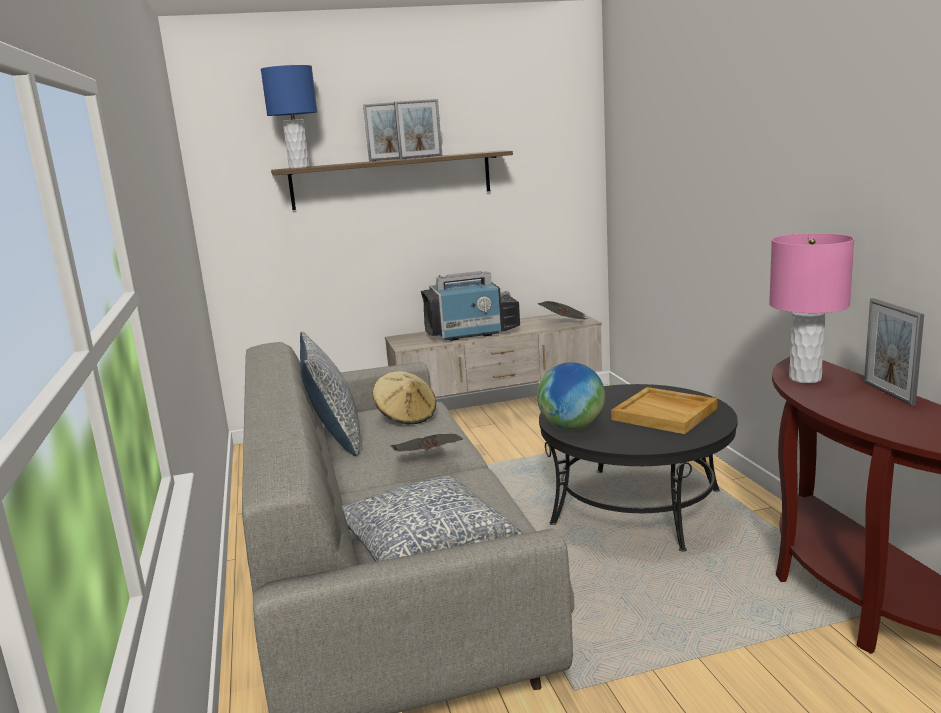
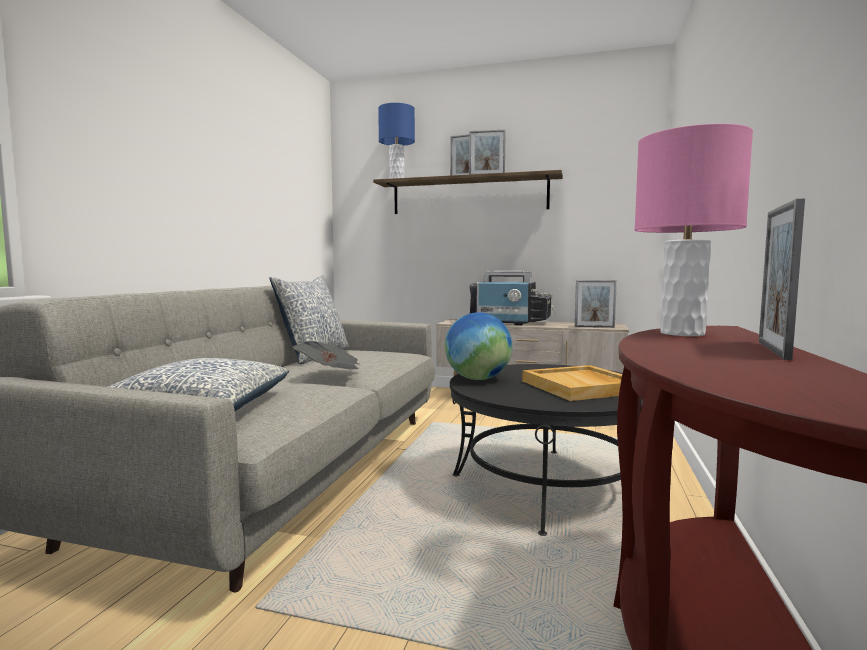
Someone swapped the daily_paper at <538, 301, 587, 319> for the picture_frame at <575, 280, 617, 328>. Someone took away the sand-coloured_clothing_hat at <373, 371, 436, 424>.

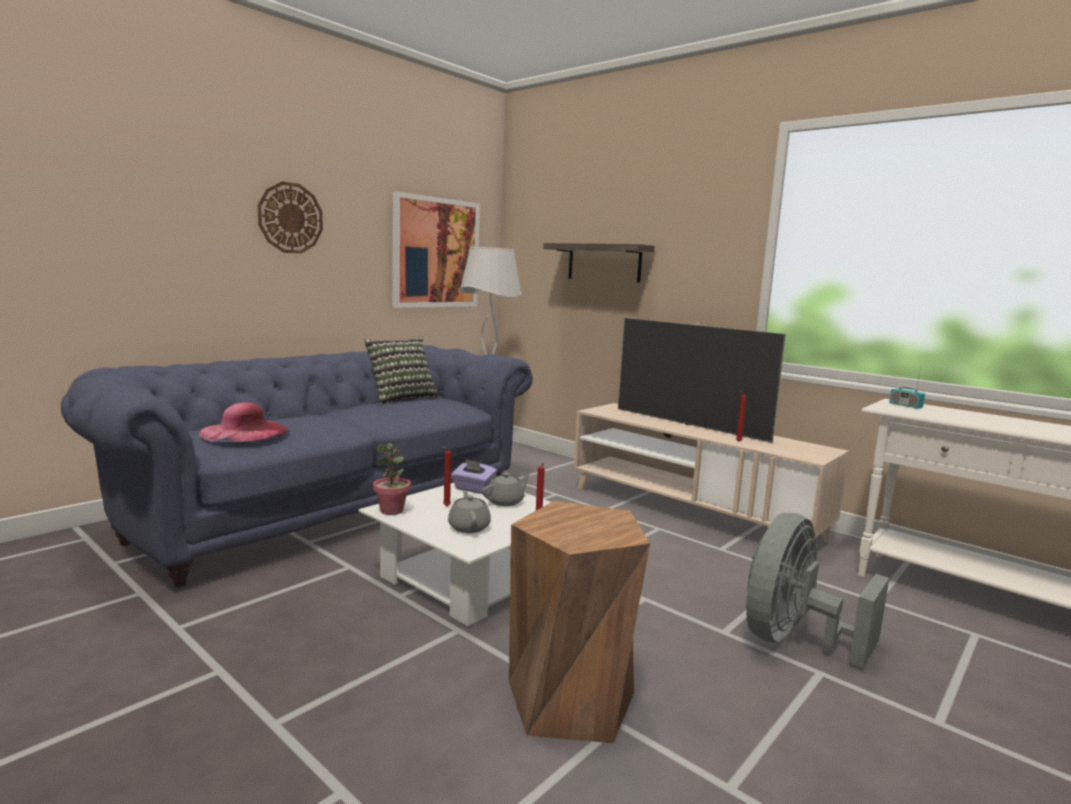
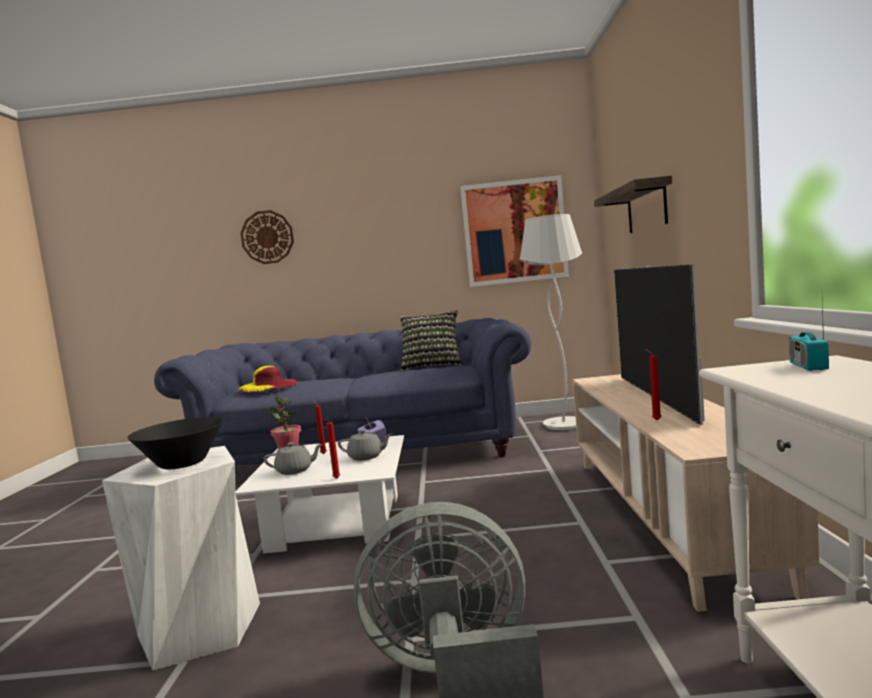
Someone carried the clock_on_the_wall from <258, 181, 323, 254> to <240, 210, 294, 264>. Someone repainted the pink_clothing_hat at <199, 402, 289, 443>, which became the yellow-coloured_clothing_hat at <238, 366, 298, 393>. Someone rotated the greyish_teapot at <448, 491, 491, 533> by 45 degrees clockwise. Someone repainted the brownish_sitting_stool at <509, 501, 650, 743>, which became the white_sitting_stool at <102, 446, 260, 670>. Someone put down the blackish_deep_dish at <127, 417, 224, 469>.

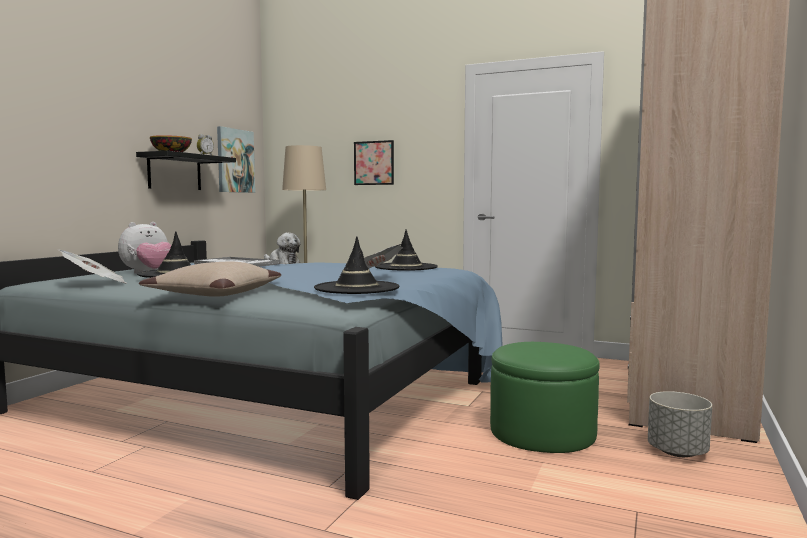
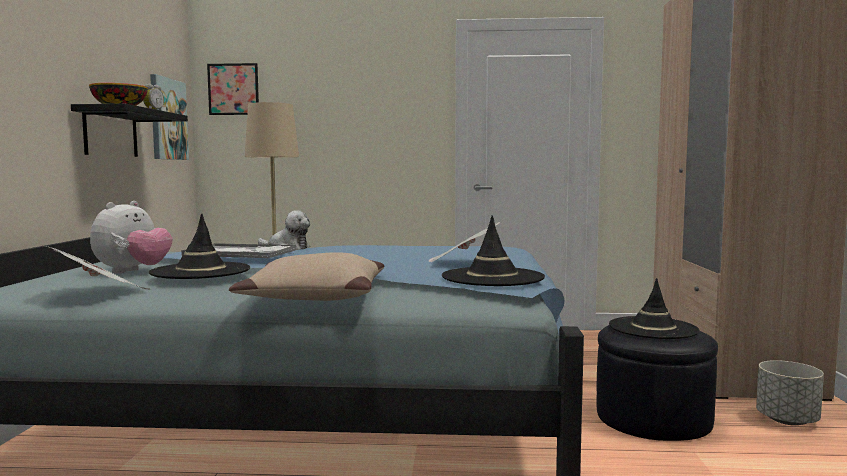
Someone carried the wall_art from <354, 140, 394, 185> to <207, 63, 259, 115>. Someone carried the blackish_clothing_hat from <375, 229, 438, 271> to <609, 278, 699, 339>. Someone repainted the green-coloured_pouffe at <490, 342, 600, 453>, which became the blackish_pouffe at <596, 325, 718, 441>.

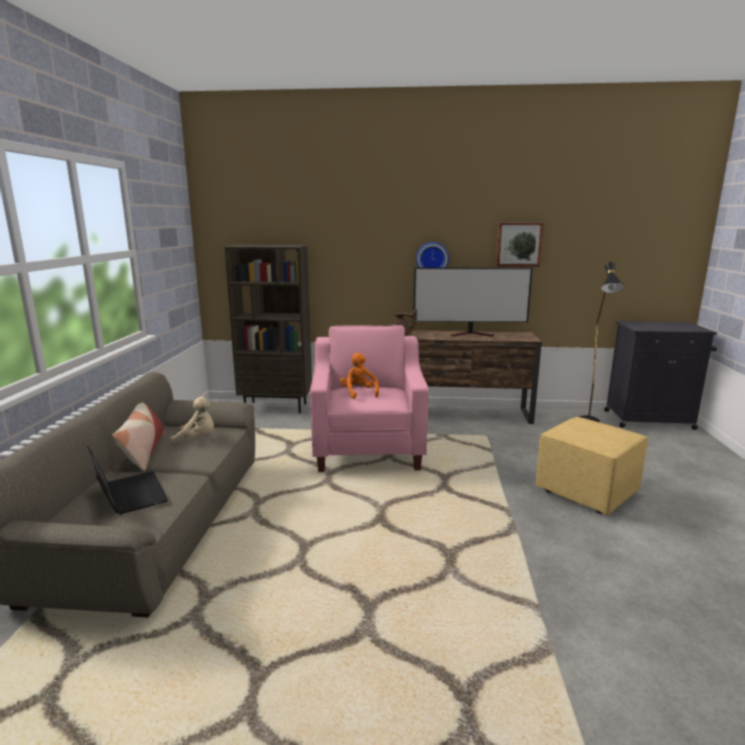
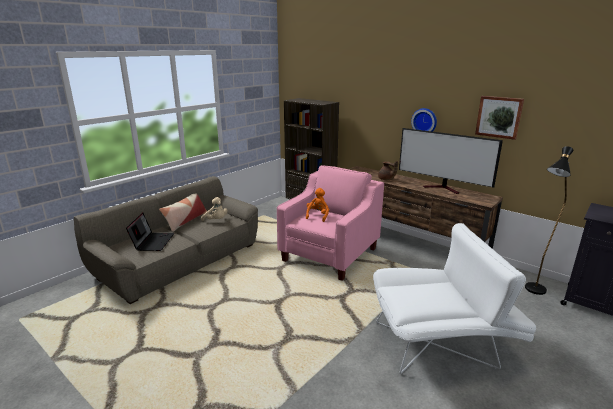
Someone swapped the yellow-coloured_pouffe at <536, 417, 648, 515> for the white_armchair at <373, 223, 536, 374>.

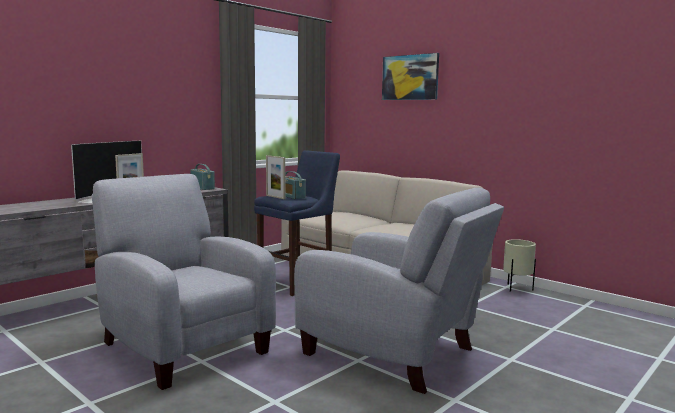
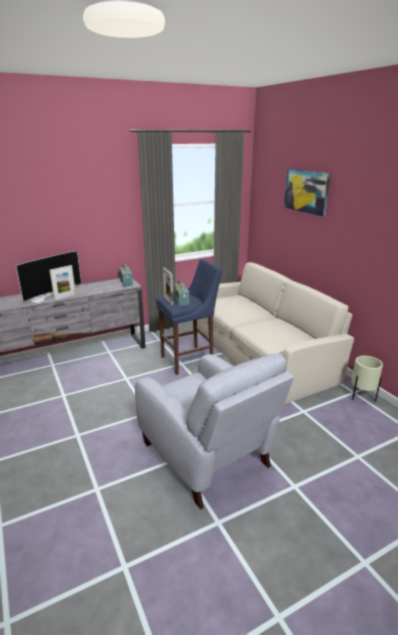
Someone took away the greyish_armchair at <92, 174, 276, 390>.

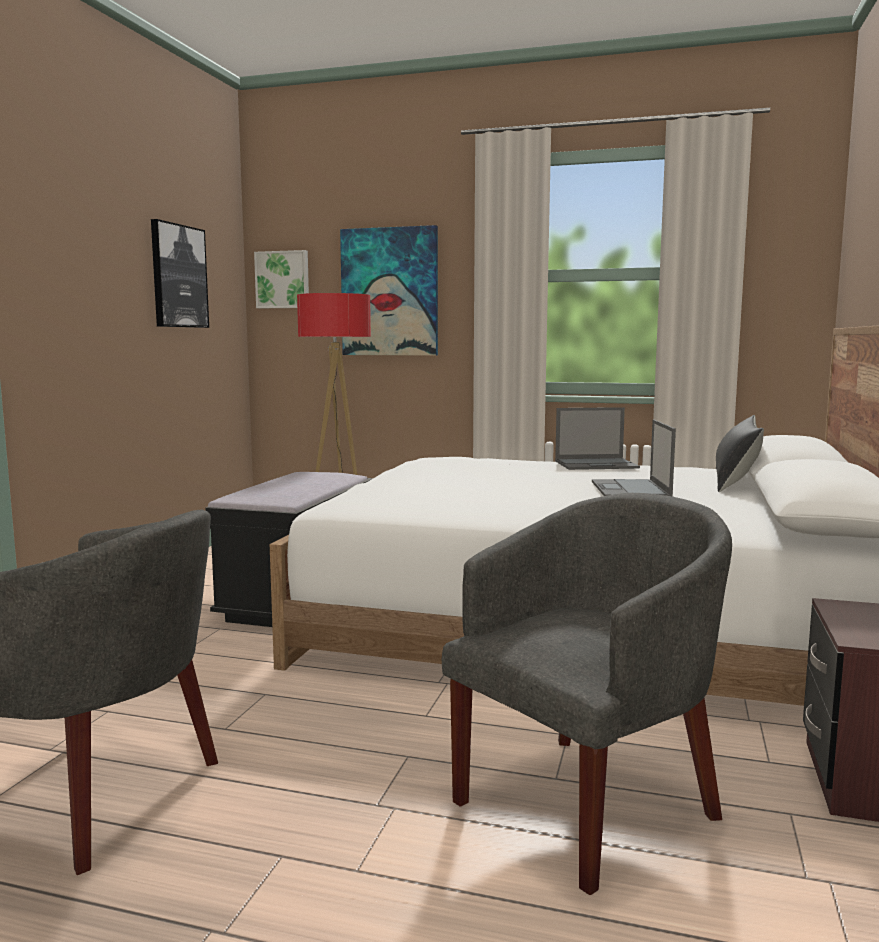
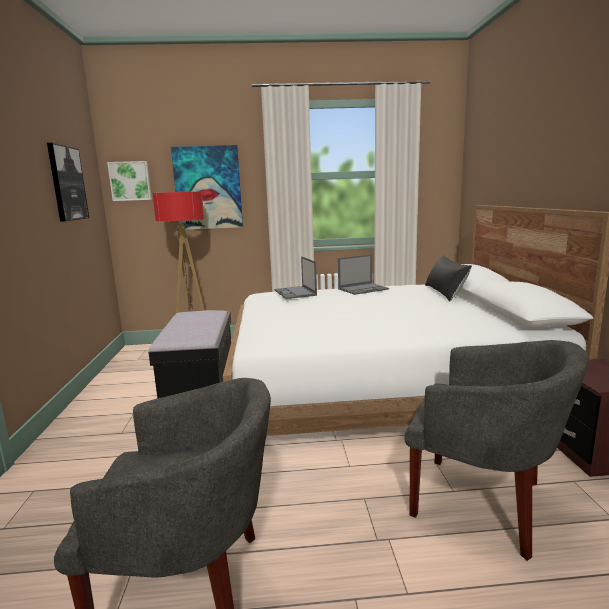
Someone carried the notebook_computer from <592, 420, 676, 496> to <274, 256, 317, 299>. Someone rotated the greyish_armchair at <442, 493, 732, 895> by 90 degrees clockwise.

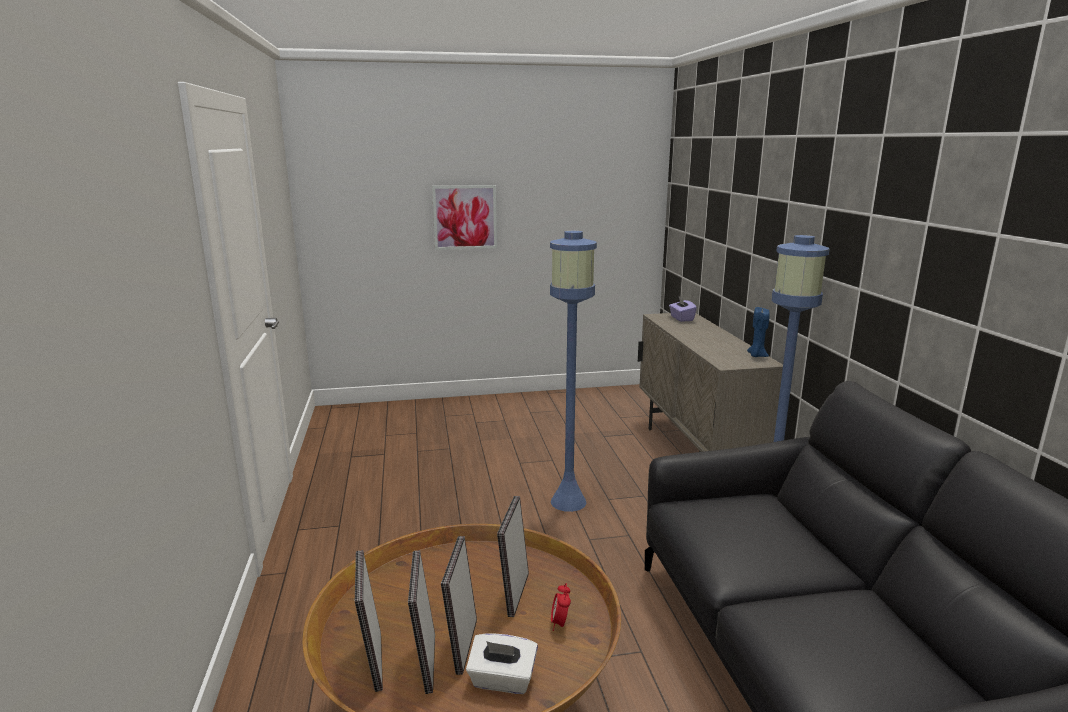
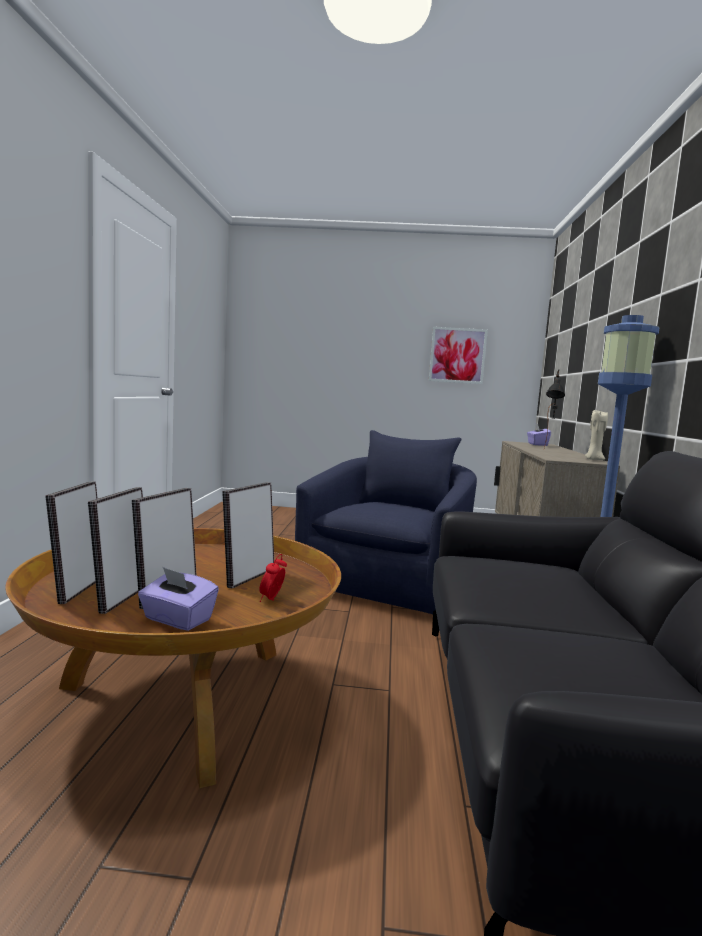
Someone carried the wall_art from <432, 185, 497, 250> to <429, 327, 488, 384>. Someone swapped the bluish_standard_lamp at <550, 231, 597, 512> for the bluish_armchair at <295, 430, 477, 614>. Someone repainted the bluish_candle at <747, 307, 770, 357>, which became the sand-coloured_candle at <585, 410, 608, 460>. Someone repainted the white_box_of_tissues at <466, 633, 538, 694>, which became the purple_box_of_tissues at <138, 567, 219, 631>. Someone put down the blackish_table_lamp at <544, 369, 565, 448>.

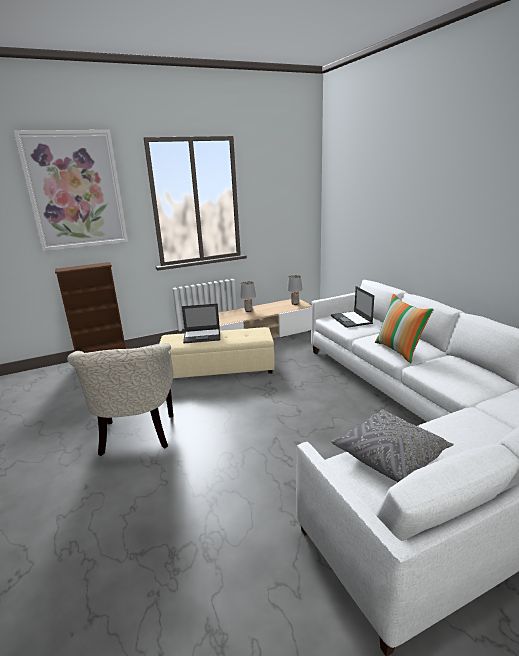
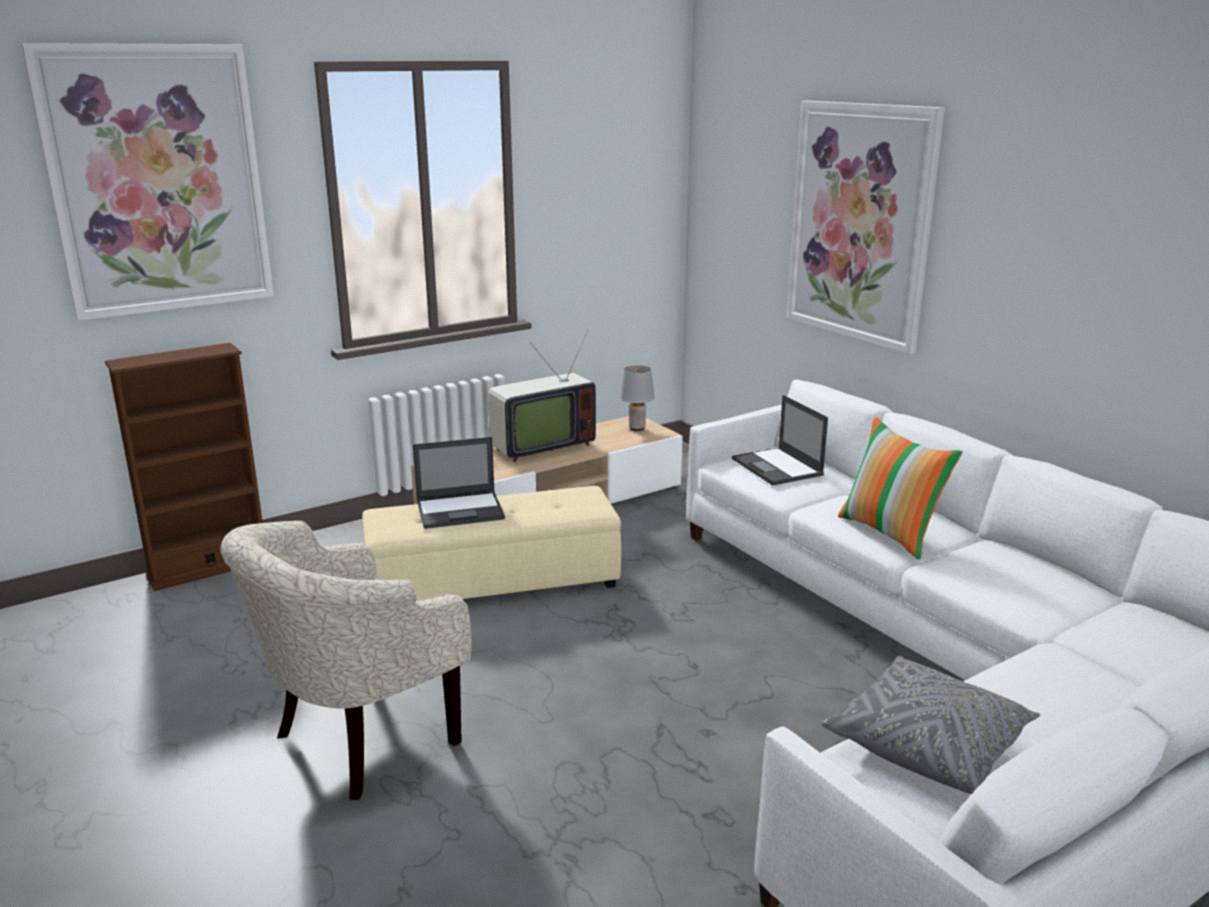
Someone swapped the greyish_table_lamp at <240, 281, 256, 312> for the TV_set at <488, 329, 596, 462>. Someone rotated the sand-coloured_armchair at <67, 343, 173, 456> by 60 degrees clockwise. Someone put up the wall_art at <787, 101, 945, 354>.

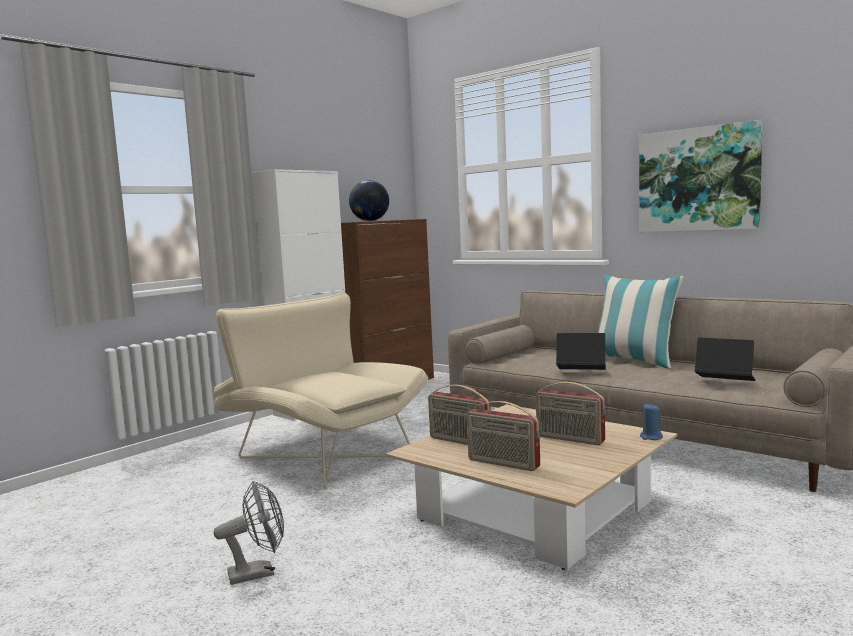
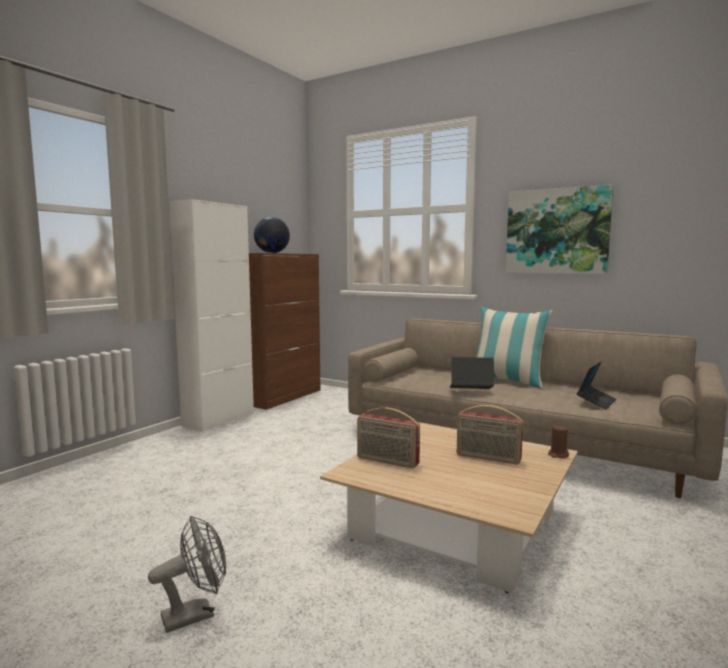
Someone took away the sand-coloured_armchair at <214, 293, 428, 489>. Someone rotated the notebook_computer at <695, 337, 756, 381> by 105 degrees clockwise. Someone took away the radio_receiver at <467, 401, 540, 471>. Someone repainted the bluish_candle at <640, 403, 663, 440>, which became the brownish_candle at <548, 425, 569, 458>.

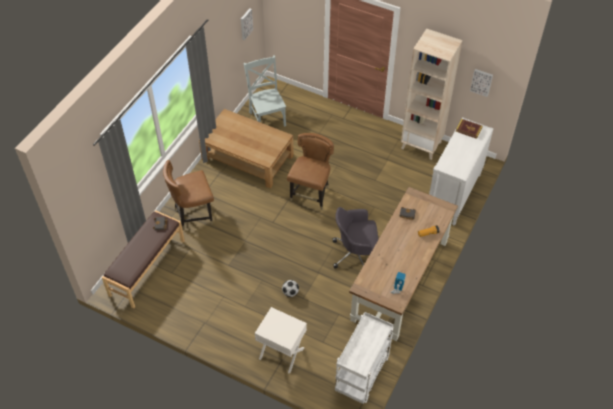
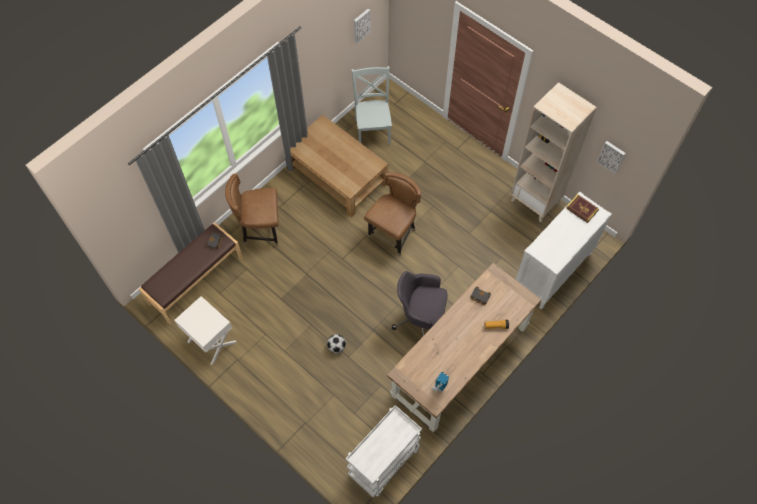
Someone carried the white_bedside_table from <255, 307, 307, 374> to <174, 296, 237, 365>.

